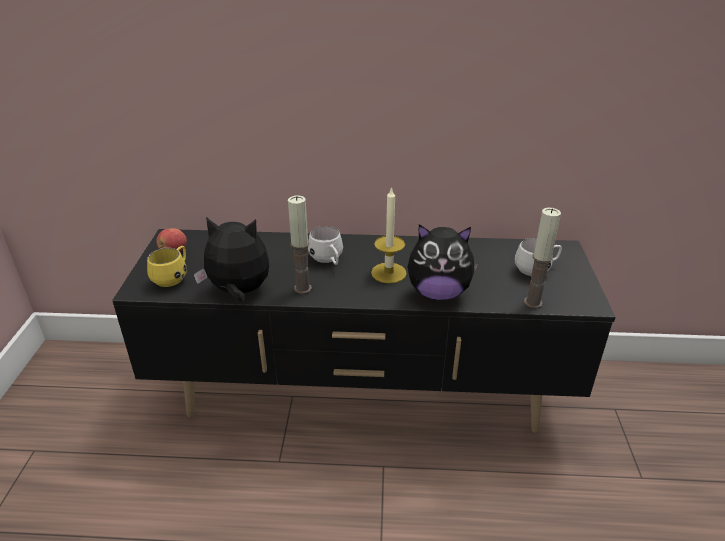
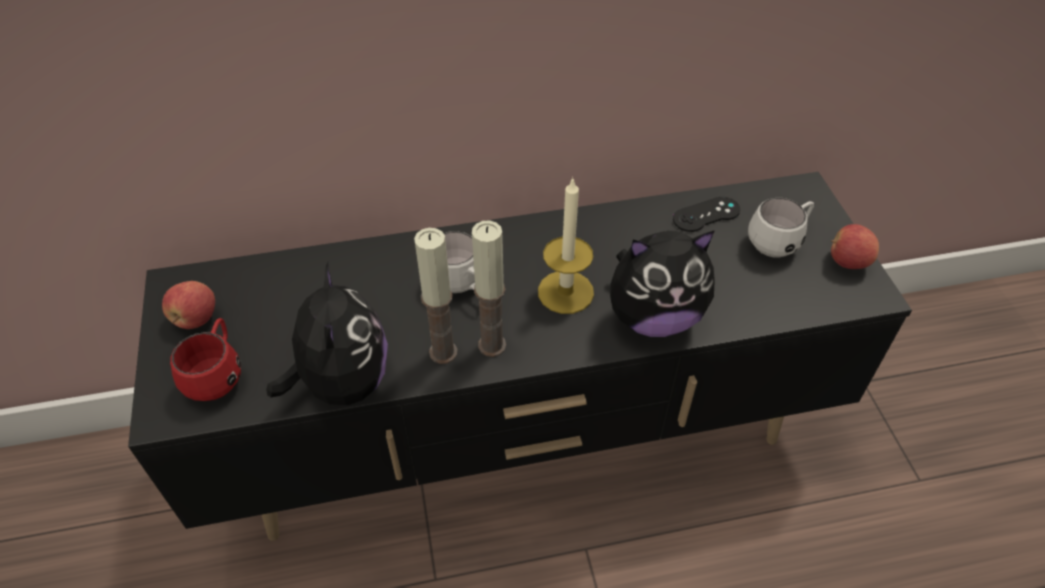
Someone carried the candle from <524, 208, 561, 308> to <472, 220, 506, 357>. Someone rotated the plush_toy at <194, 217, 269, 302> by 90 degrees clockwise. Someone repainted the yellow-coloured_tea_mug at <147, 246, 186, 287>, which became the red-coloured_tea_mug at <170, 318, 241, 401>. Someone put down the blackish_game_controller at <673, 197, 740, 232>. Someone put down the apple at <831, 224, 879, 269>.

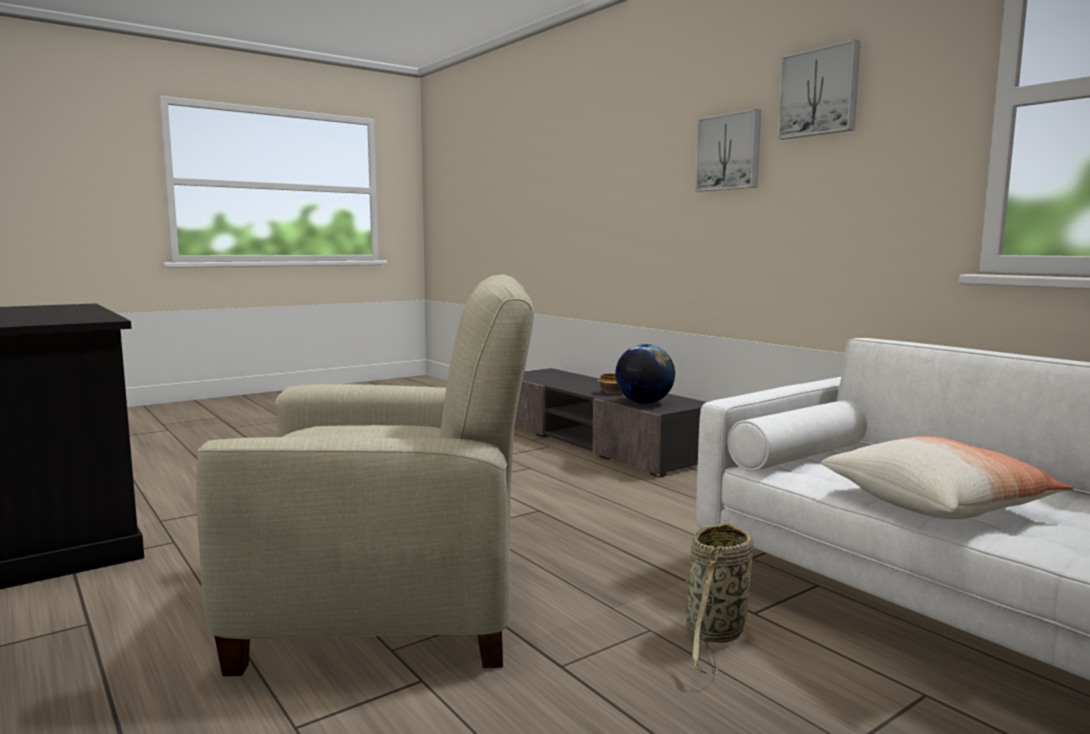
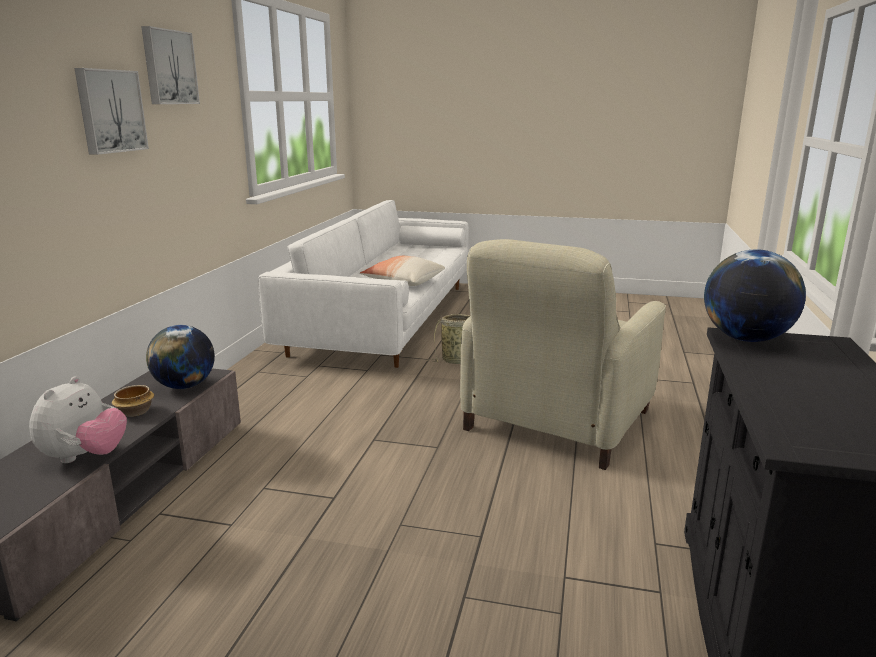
Someone rotated the sand-coloured_armchair at <196, 274, 534, 676> by 105 degrees counterclockwise. Someone put down the globe at <704, 249, 806, 342>. Someone put down the plush_toy at <29, 377, 127, 463>.

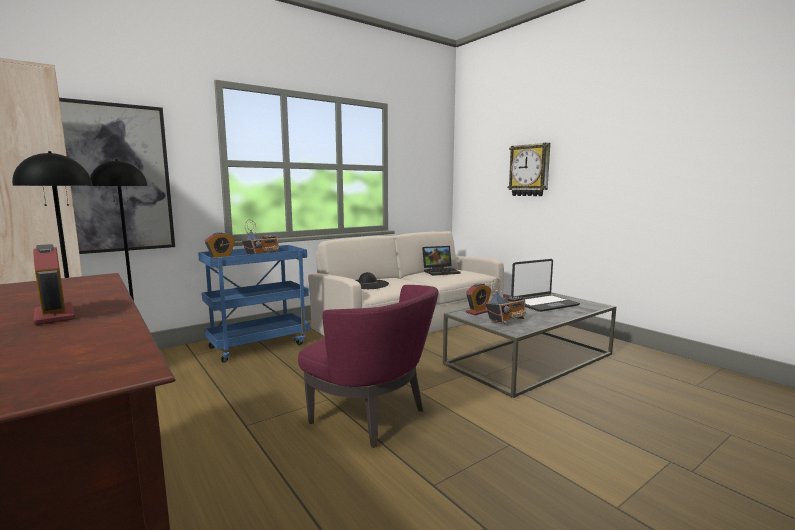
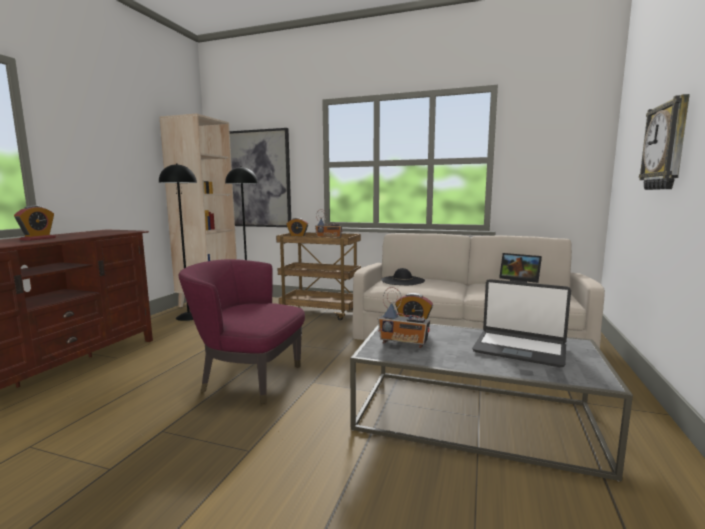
Someone repainted the bluish_cart at <198, 245, 310, 363>, which became the brownish_cart at <276, 232, 361, 321>. Someone rotated the purple_armchair at <298, 285, 438, 448> by 105 degrees clockwise.

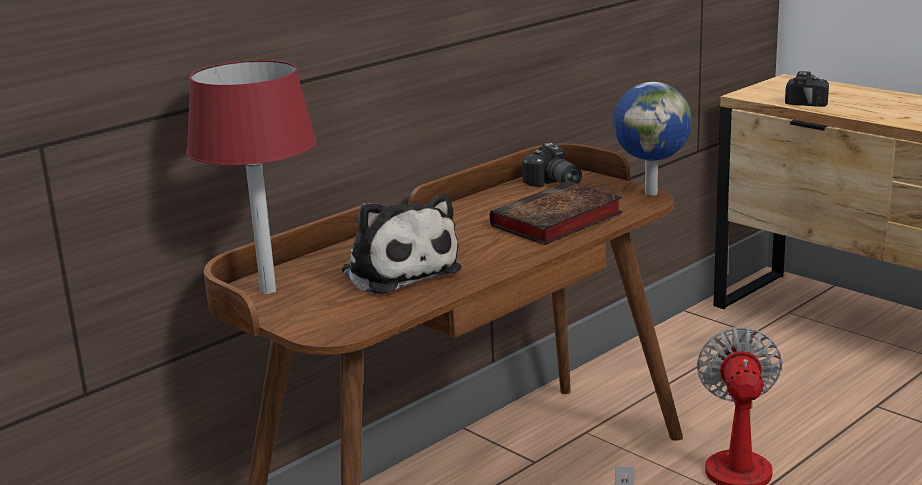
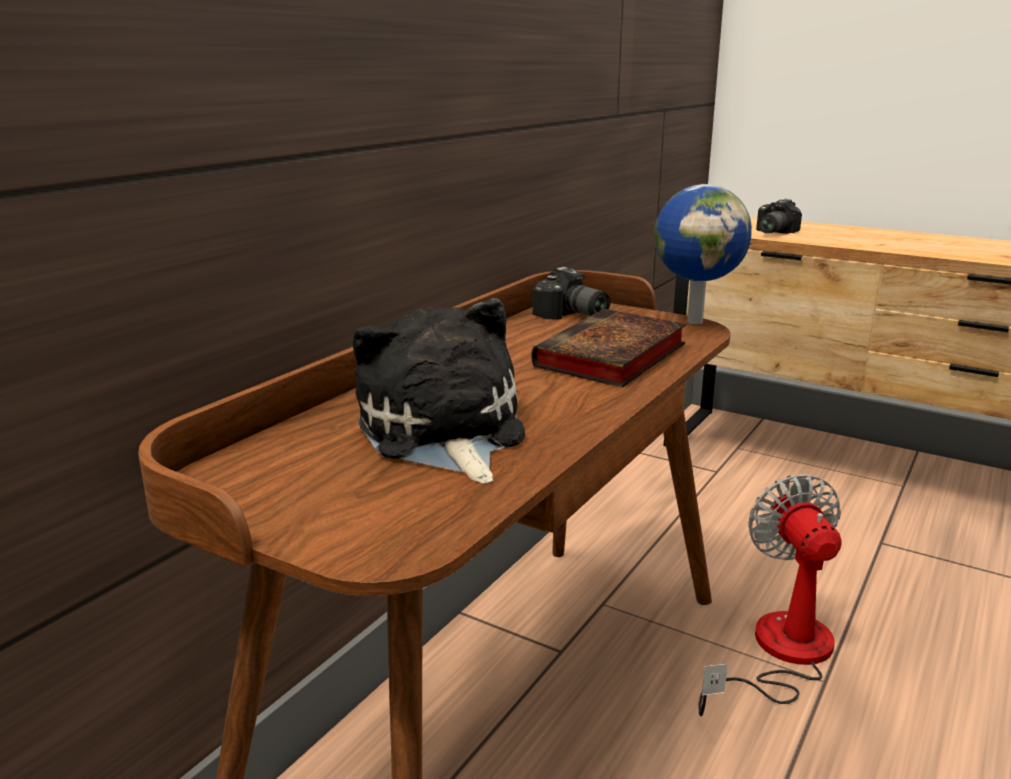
Someone took away the red-coloured_table_lamp at <186, 60, 316, 294>. Someone rotated the still_camera at <785, 71, 829, 107> by 150 degrees counterclockwise. Someone rotated the plush_toy at <342, 194, 462, 295> by 150 degrees counterclockwise.

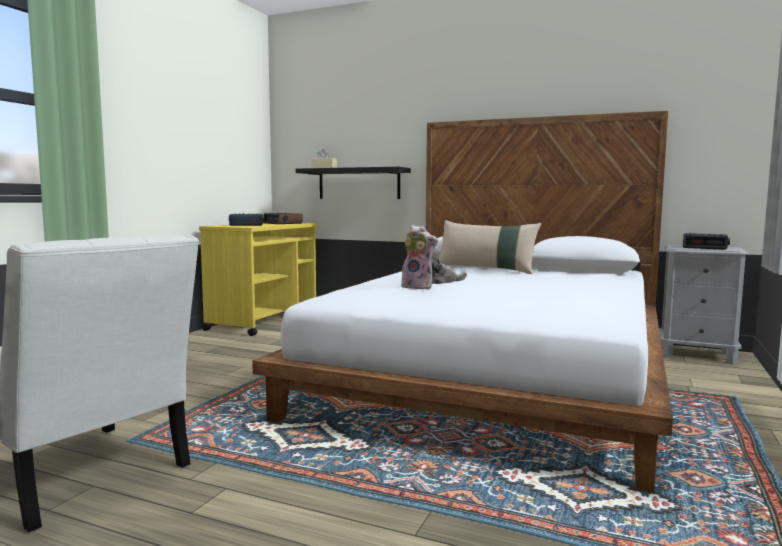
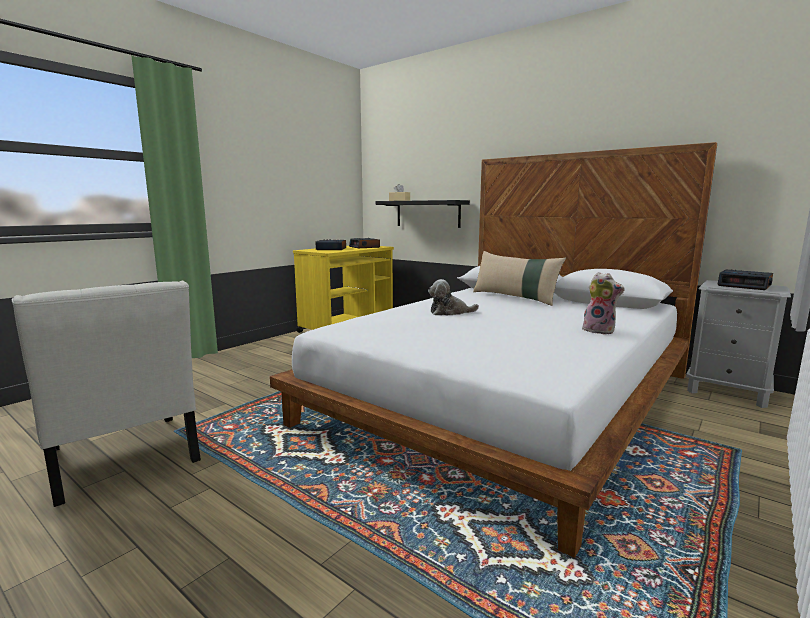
Someone carried the plush_toy from <401, 225, 438, 289> to <582, 272, 625, 335>.

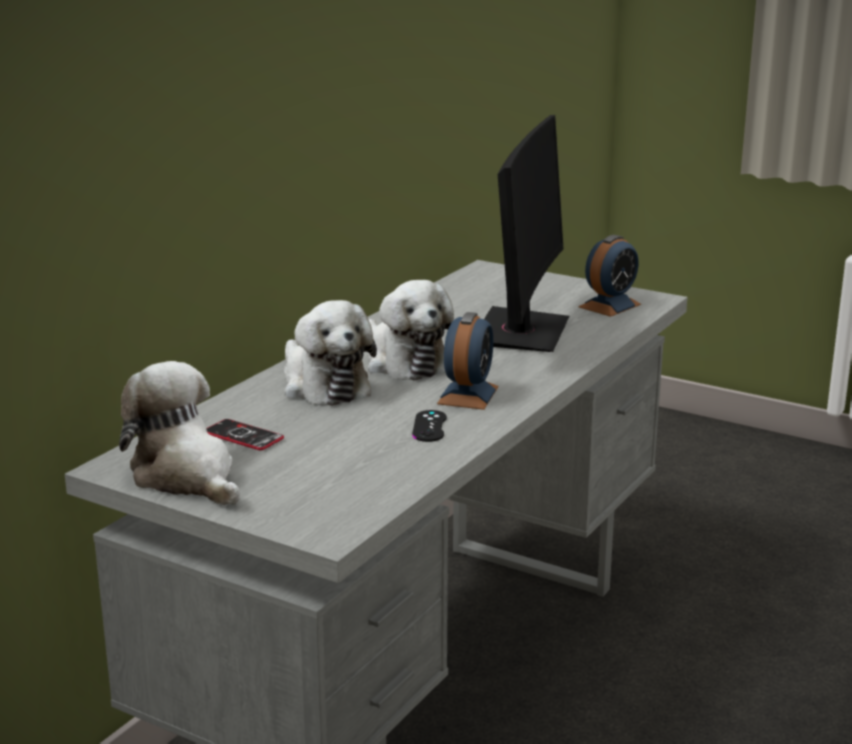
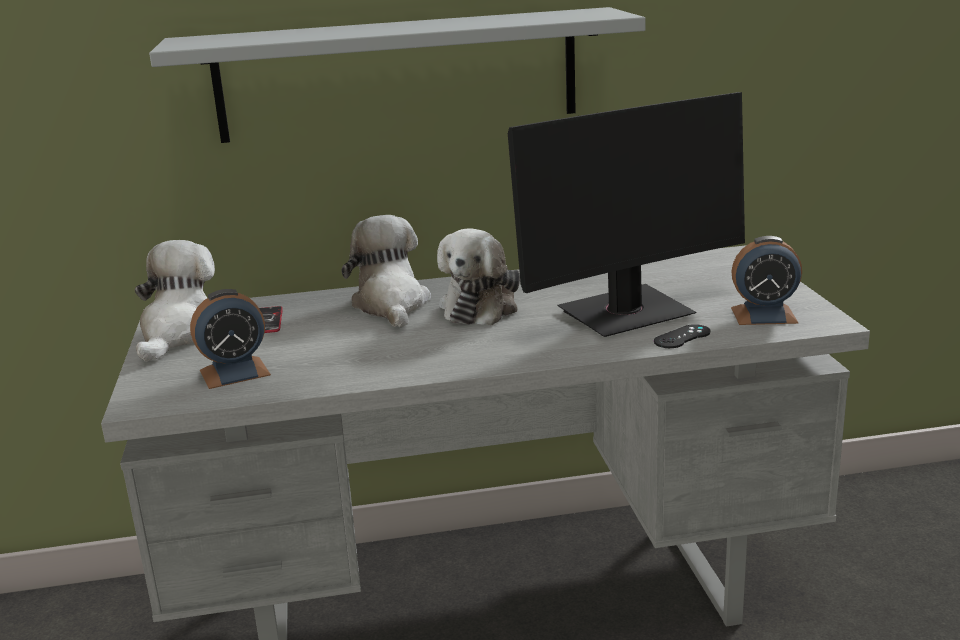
Someone rotated the plush_toy at <284, 300, 377, 406> by 150 degrees clockwise. Someone carried the bedside_clock from <437, 312, 498, 410> to <190, 289, 271, 389>. Someone carried the blackish_game_controller from <412, 410, 447, 442> to <654, 324, 710, 348>. Someone put up the greyish_shelf at <149, 7, 646, 143>.

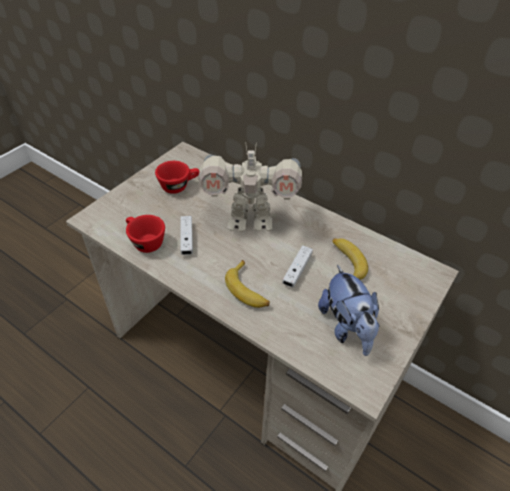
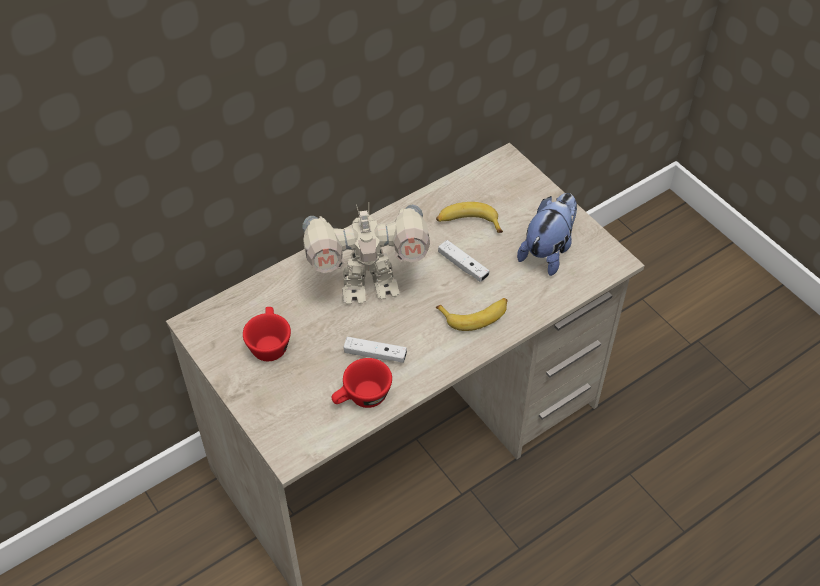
Someone rotated the robot_figure at <199, 142, 302, 232> by 60 degrees clockwise. Someone rotated the plush_toy at <318, 265, 380, 356> by 60 degrees counterclockwise.

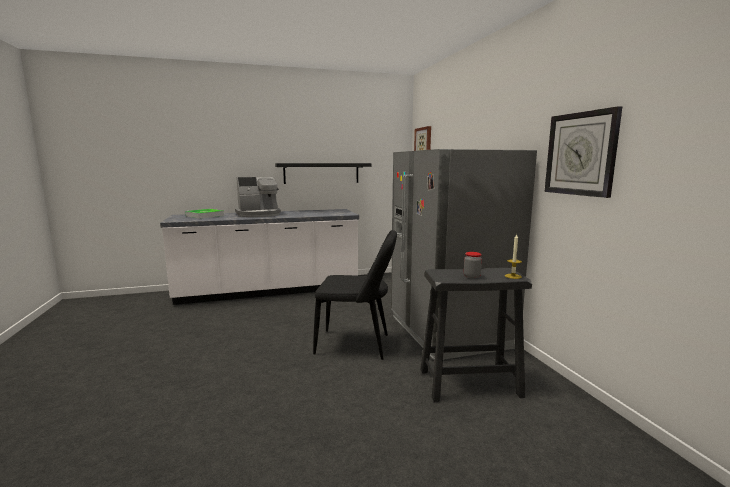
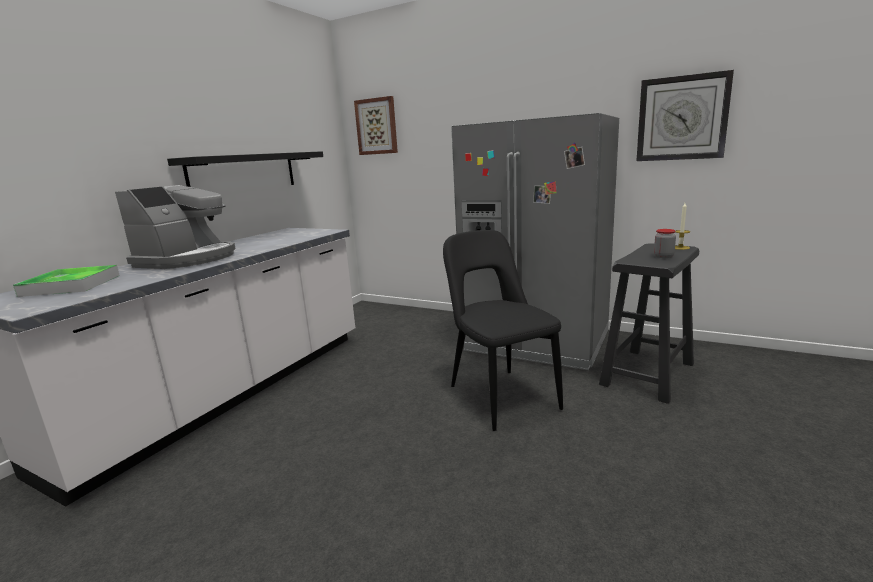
Someone rotated the blackish_plain_chair at <313, 230, 397, 360> by 75 degrees counterclockwise.

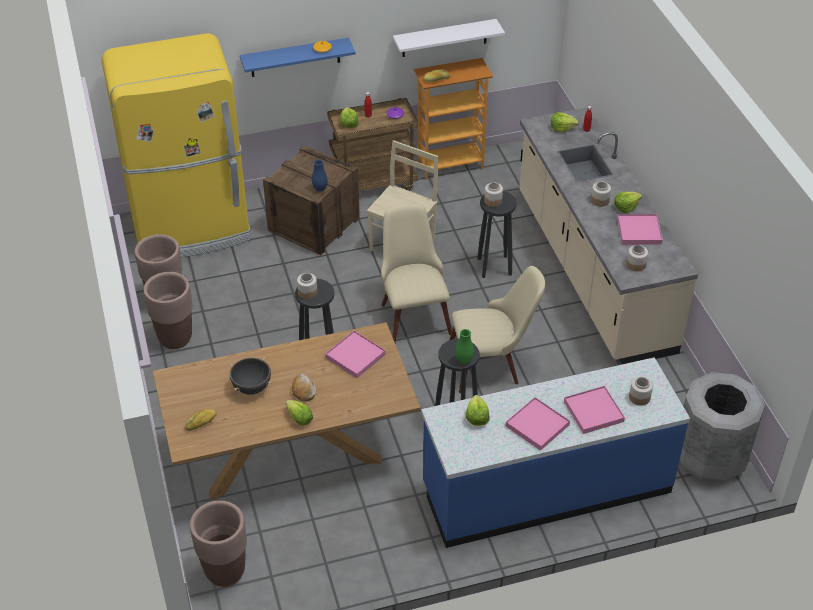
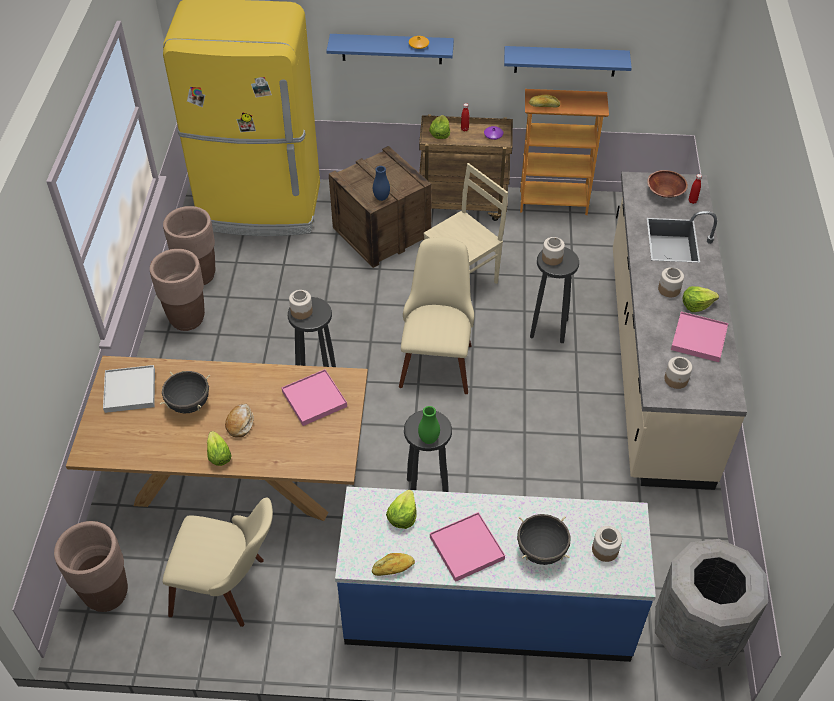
Someone repainted the white_shelf at <393, 19, 505, 57>, which became the bluish_shelf at <504, 46, 632, 77>. Someone swapped the lettuce at <551, 112, 579, 132> for the brownish_deep_dish at <647, 170, 688, 198>. Someone carried the sand-coloured_plain_chair from <449, 266, 545, 393> to <162, 498, 273, 627>. Someone swapped the pink_tray at <564, 386, 625, 434> for the blackish_saucepot at <517, 514, 571, 565>. Someone carried the bread from <185, 409, 217, 431> to <372, 553, 415, 576>. Someone put down the white_tray at <103, 365, 155, 413>.

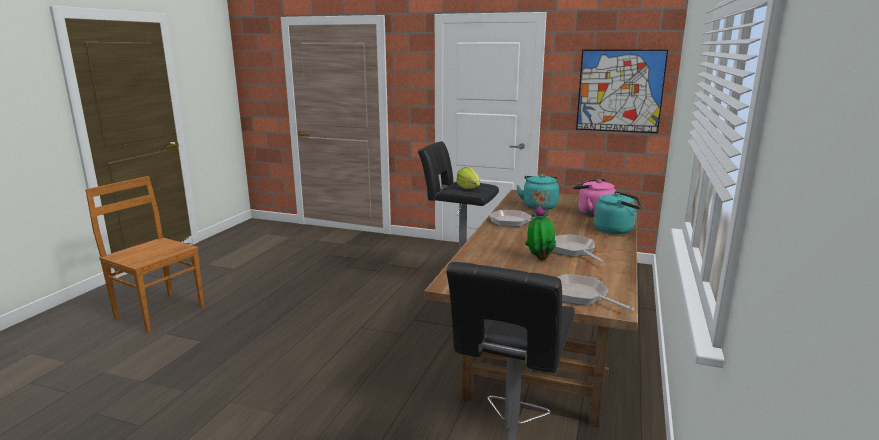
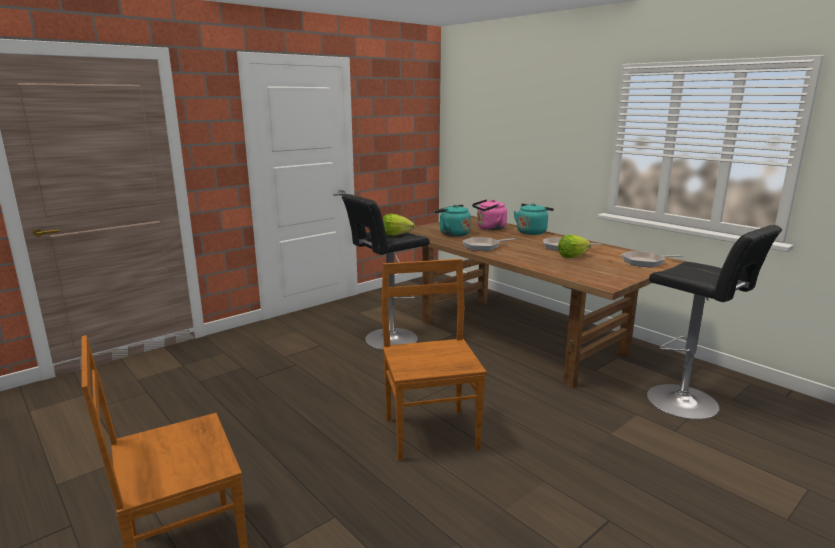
Someone took away the wall_art at <576, 49, 668, 133>. Someone swapped the houseplant at <525, 205, 556, 260> for the lettuce at <558, 235, 591, 258>. Someone put down the brownish_plain_chair at <382, 259, 487, 461>.

